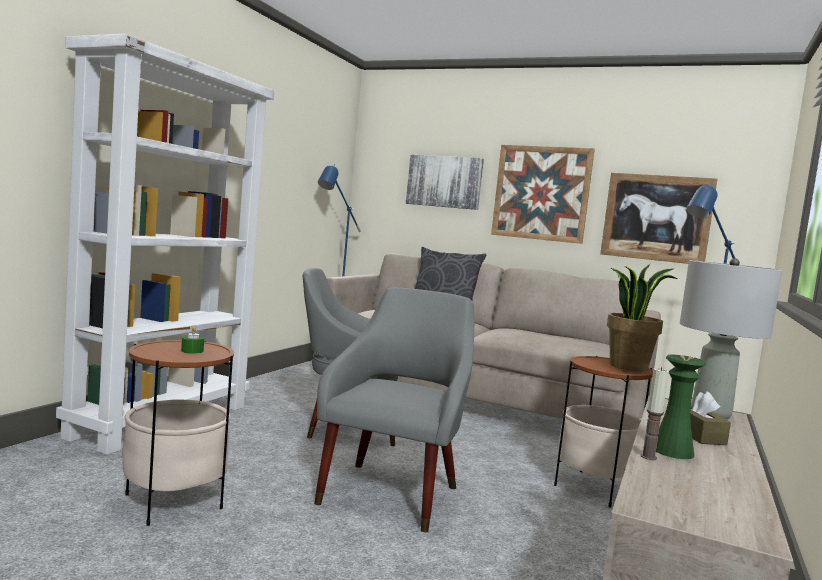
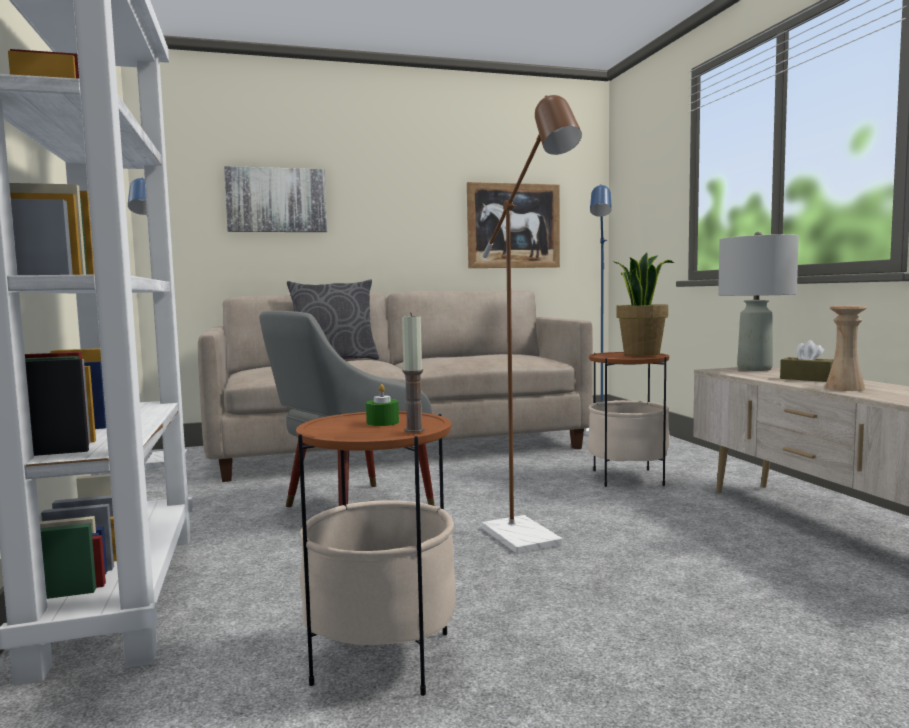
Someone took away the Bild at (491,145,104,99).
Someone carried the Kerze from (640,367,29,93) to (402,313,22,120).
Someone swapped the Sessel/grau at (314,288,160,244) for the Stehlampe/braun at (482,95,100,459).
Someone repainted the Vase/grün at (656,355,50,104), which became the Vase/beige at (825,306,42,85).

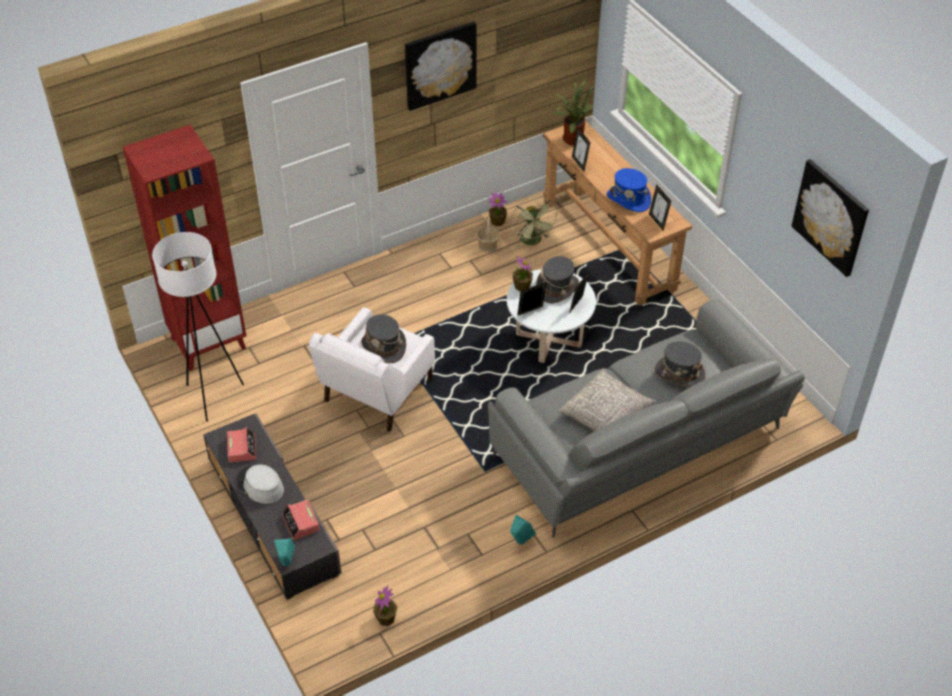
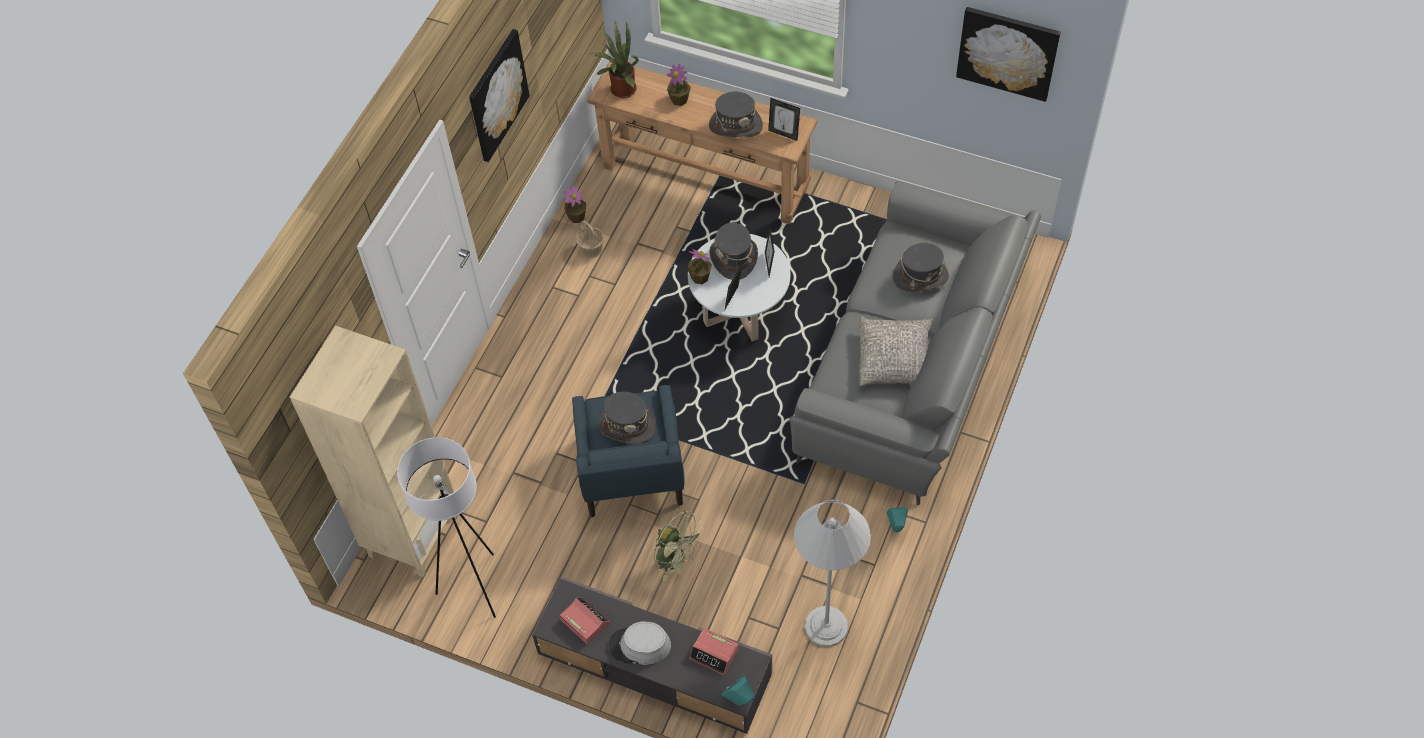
Someone took away the Bilderrahmen at (572,128,19,43).
Someone put down the Stehlampe/weiß at (794,499,77,148).
Someone carried the Topfpflanze from (373,586,25,40) to (667,64,24,42).
Someone carried the Ventilator/grün from (511,197,47,51) to (654,511,51,70).
Someone repainted the Bücherregal/rot at (123,125,123,246), which became the Bücherregal/beige at (290,326,167,251).
Someone repainted the Sessel/weiß at (309,307,126,125), which became the Sessel/blau at (572,385,113,132).
Someone repainted the Hut/blau at (607,168,44,44), which became the Hut/grau at (709,92,54,46).

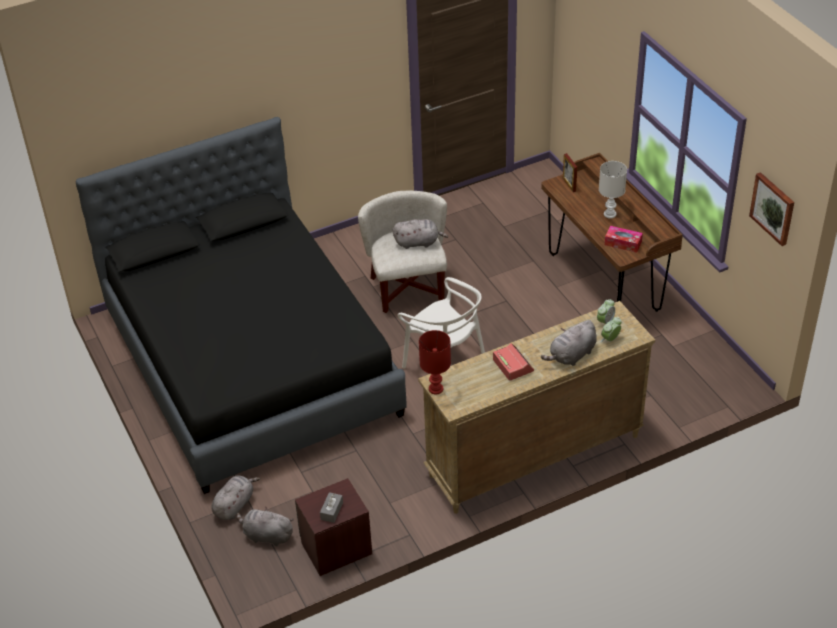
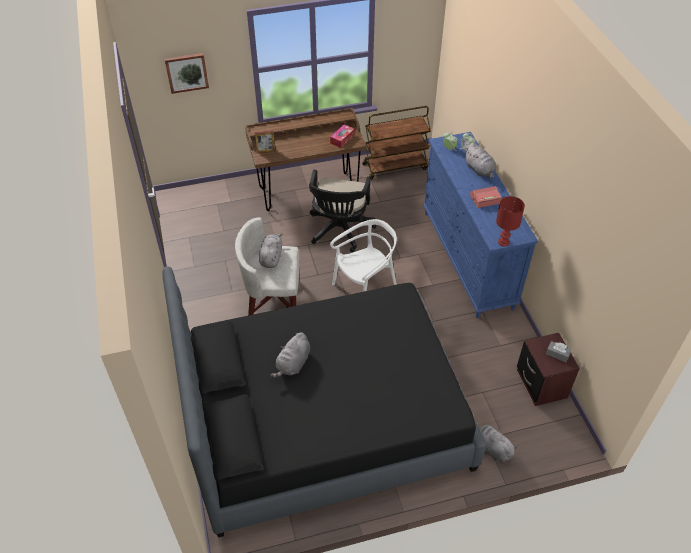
Someone took away the Tischlampe/weiß at (599,161,28,58).
Someone put down the Bürostuhl/schwarz at (309,170,67,82).
Someone put down the Rollwagen/braun at (362,106,69,74).
Someone carried the Plüschtier/grau from (237,506,57,40) to (270,332,40,45).
Someone carried the Bild from (749,172,45,74) to (165,53,44,41).
Someone repainted the Kommode/beige at (418,301,237,213), which became the Kommode/blau at (423,132,115,186).

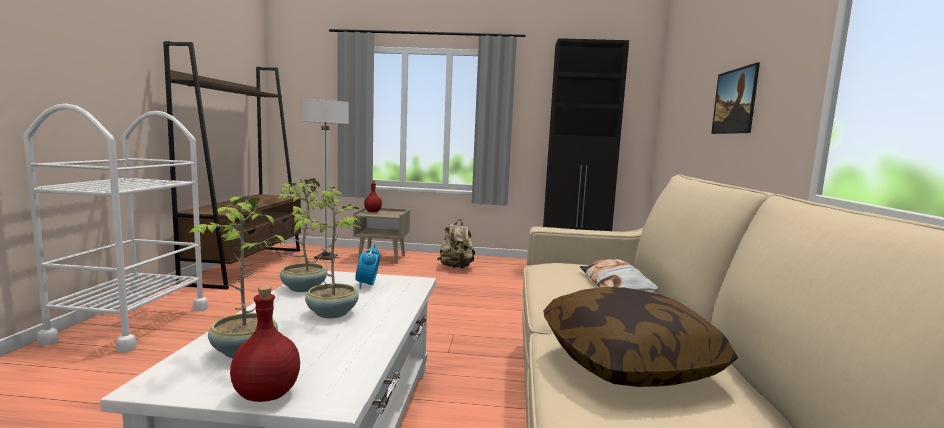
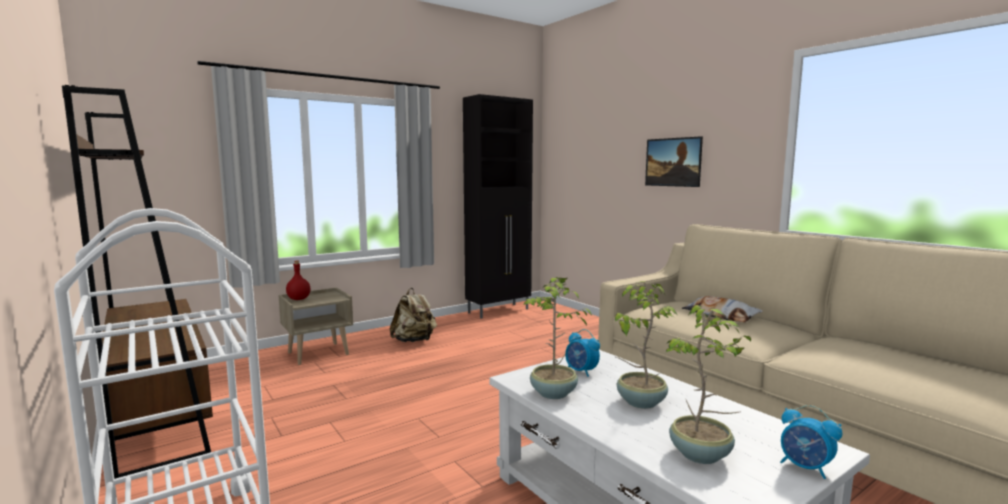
Someone took away the Stehlampe at (301,99,48,161).
Someone took away the Kissen at (544,287,194,100).
Someone swapped the Flasche/rot at (230,286,70,116) for the Wecker at (780,405,62,74).

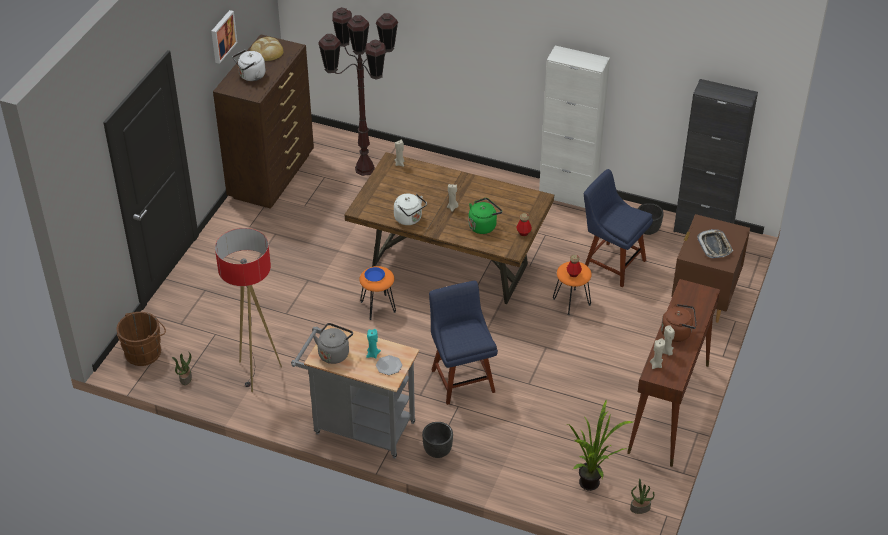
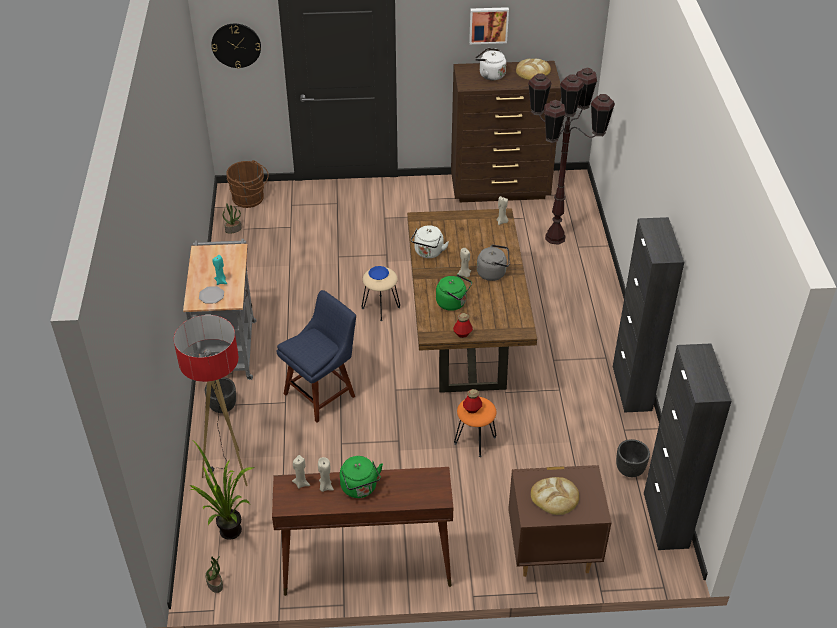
Someone took away the Stuhl/blau at (584,169,69,118).
Someone put up the Wanduhr at (211,24,50,45).
Someone carried the Stehlampe from (215,228,67,164) to (174,315,74,172).
Someone carried the Wasserkessel/grau from (313,323,40,41) to (477,245,32,36).
Someone swapped the Tablett at (697,229,36,29) for the Brot at (531,477,48,38).
Someone repainted the Hocker/orange at (359,266,37,54), which became the Hocker/beige at (362,267,38,54).
Someone repainted the Schrank/weiß at (539,46,71,162), which became the Schrank/schwarz at (613,217,71,196).
Someone repainted the Wasserkessel/braun at (661,304,36,38), which became the Wasserkessel/grün at (340,456,43,42).

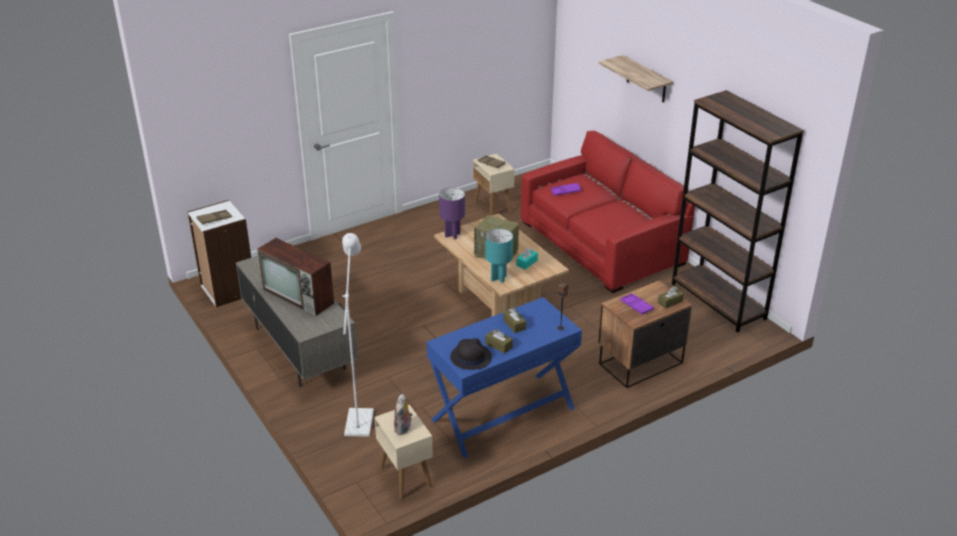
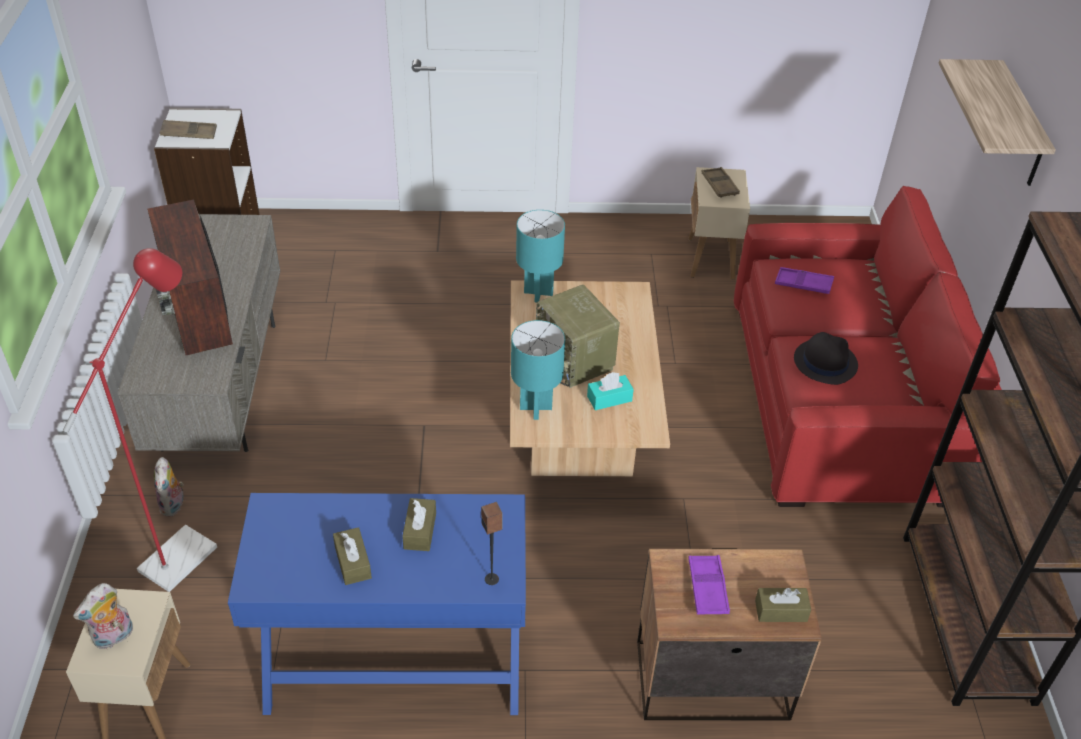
Someone put down the Plüschtier at (154,457,30,60).
Someone carried the Hut/schwarz from (450,338,42,32) to (794,332,64,53).
Someone repainted the Stehlampe/weiß at (342,233,32,204), which became the Stehlampe/rot at (63,248,154,344).
Someone repainted the Tischlampe/lila at (439,188,26,51), which became the Tischlampe/türkis at (516,210,49,92).

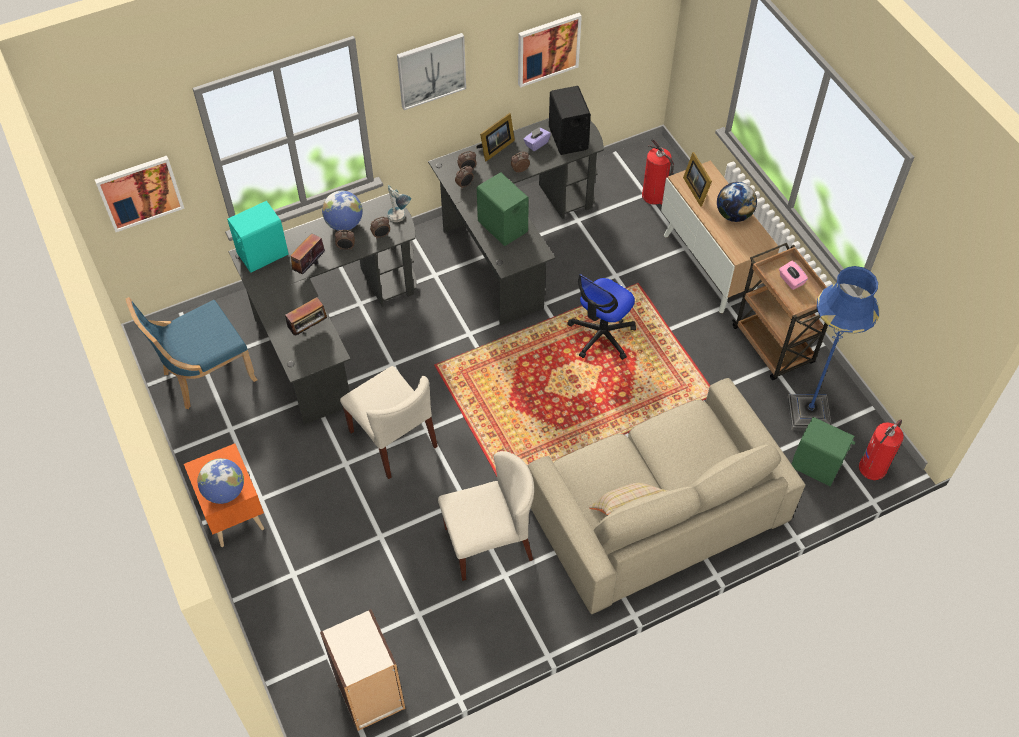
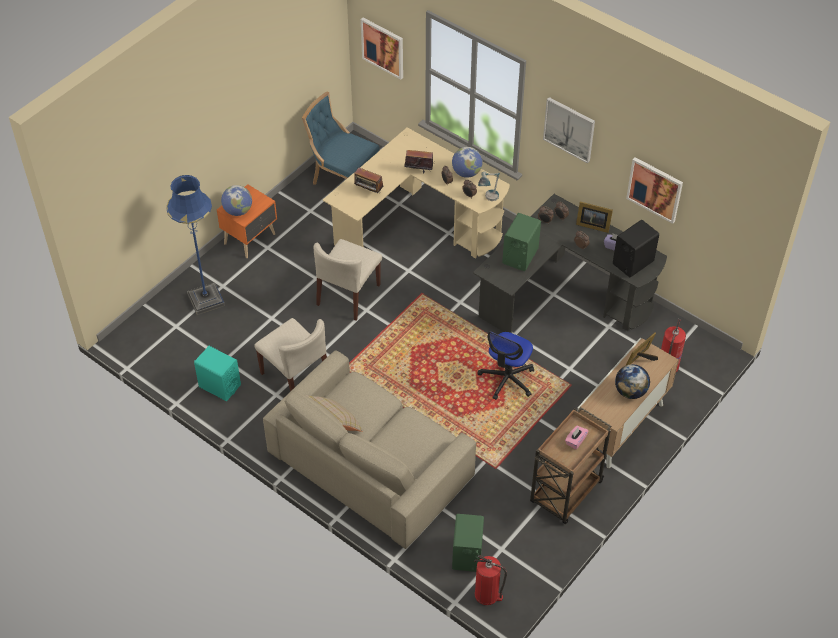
Someone took away the Bücherregal at (320,609,86,122).
Someone carried the Lautsprecher/türkis from (227,201,62,72) to (194,346,47,55).
Someone carried the Stehlampe/blau from (787,266,93,164) to (166,175,59,140).
Someone repainted the Schreibtisch/schwarz at (228,193,189,232), which became the Schreibtisch/beige at (323,127,187,131).
Someone rotated the Bürostuhl at (567,274,69,86) by 75 degrees counterclockwise.

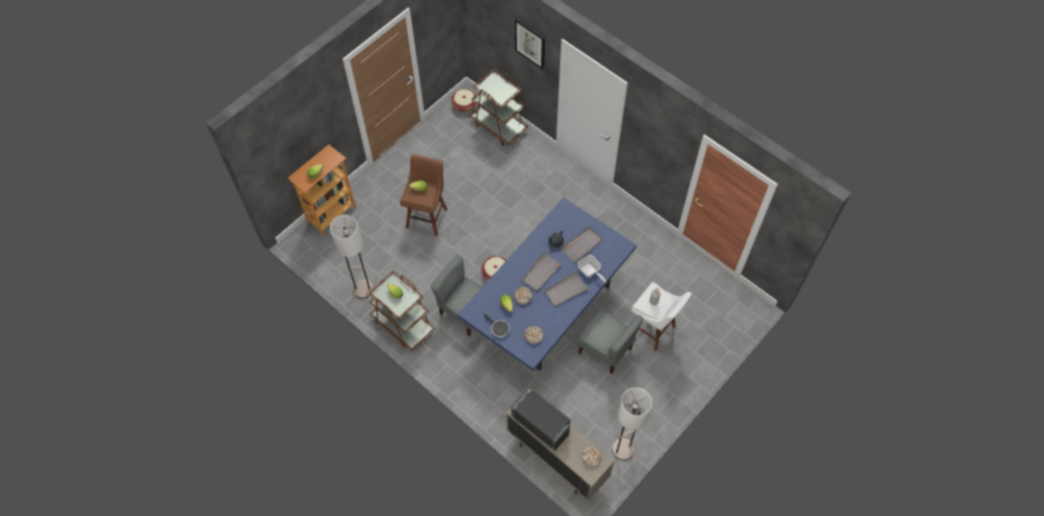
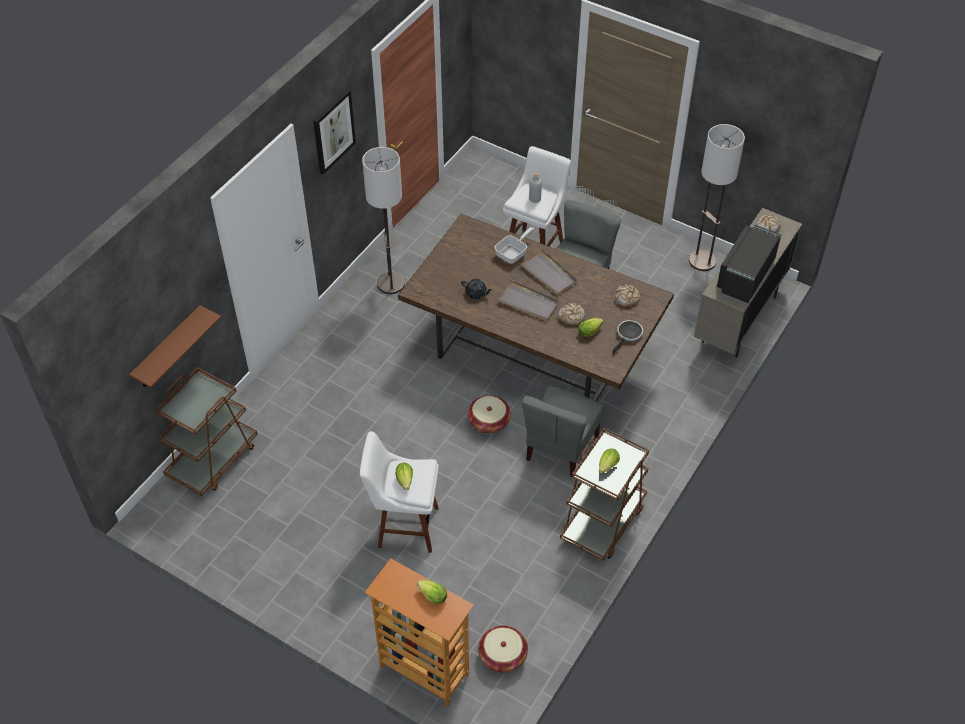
Someone took away the Tablett/grau at (561,227,42,35).
Someone put up the Wandregal/braun at (129,305,92,83).
Someone carried the Stehlampe from (330,215,43,83) to (362,147,43,147).
Someone carried the Korb from (451,89,25,23) to (478,626,50,47).
Someone carried the Bild from (515,18,30,52) to (313,89,43,86).
Someone repainted the Hocker/braun at (400,154,47,82), which became the Hocker/weiß at (360,431,79,122).
Someone repainted the Esstisch/blau at (458,198,179,173), which became the Esstisch/braun at (398,214,276,188).

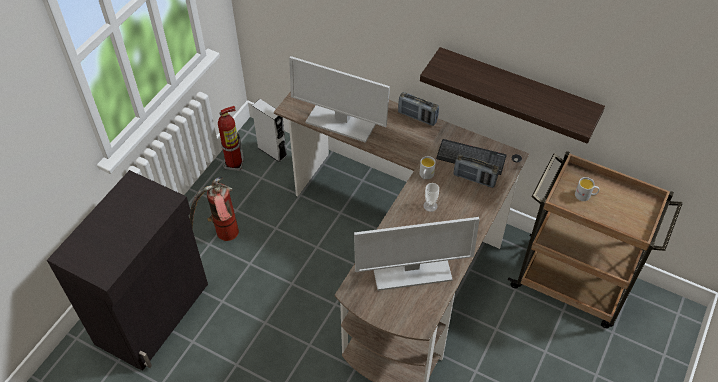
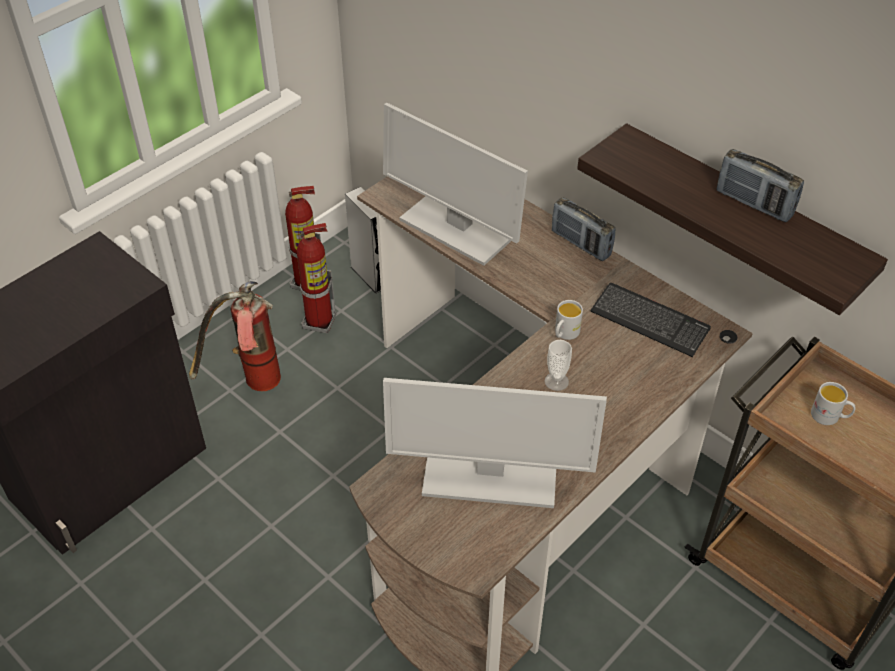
Someone put down the Feuerlöscher at (297,223,39,110).
Someone carried the Radio from (454,154,45,34) to (717,149,87,73).

